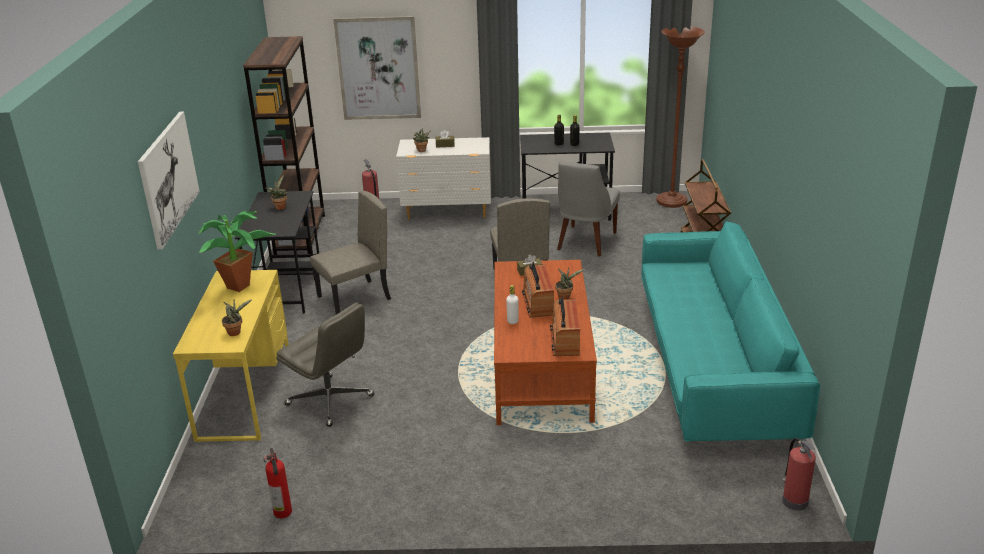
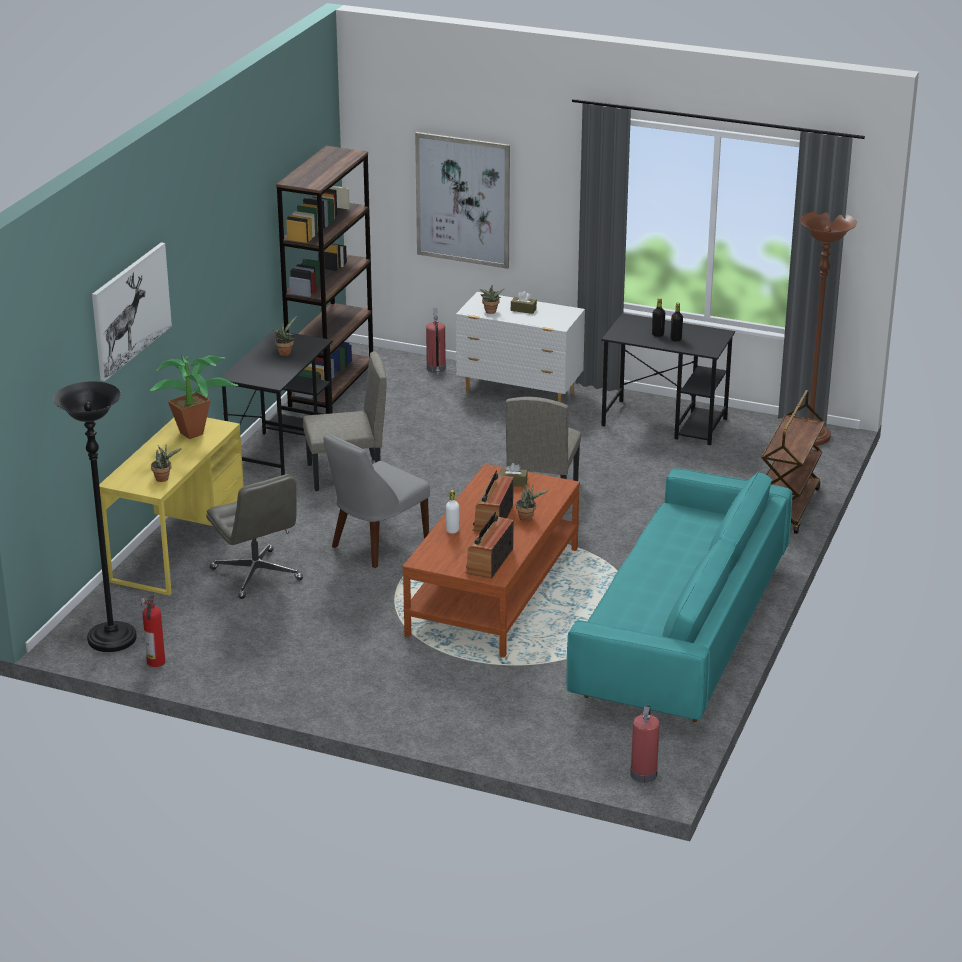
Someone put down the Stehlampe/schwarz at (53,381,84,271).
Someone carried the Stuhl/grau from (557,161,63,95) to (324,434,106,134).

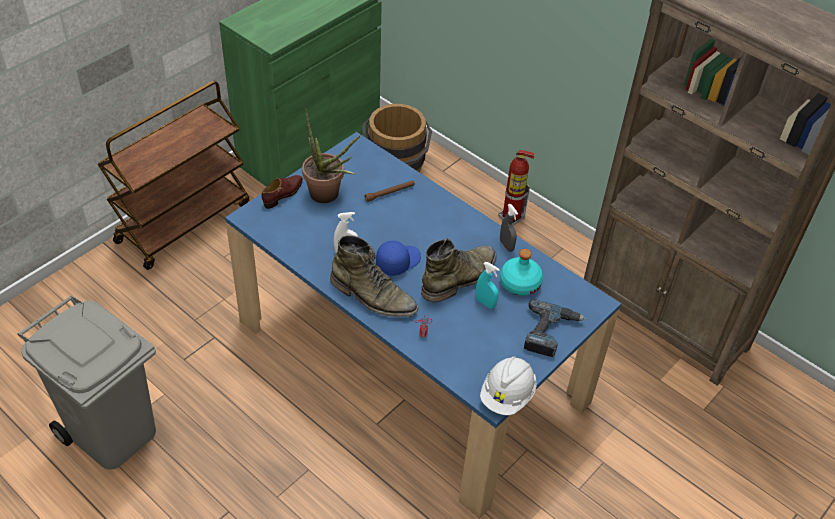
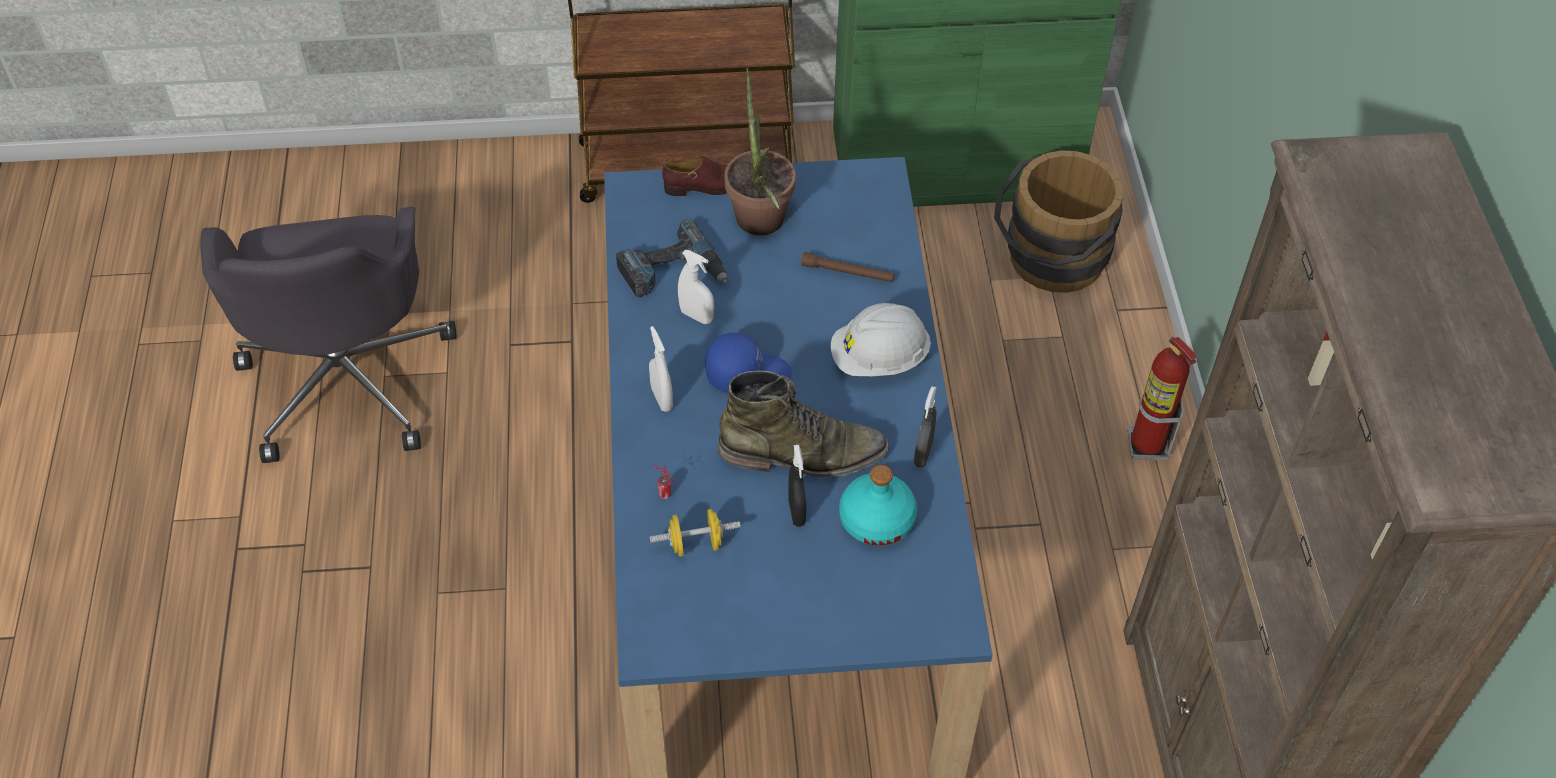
Someone put down the Hantel/gelb at (649,509,92,48).
Someone carried the Schutzhelm/weiß from (480,356,57,59) to (831,303,100,73).
Someone carried the Bohrmaschine from (524,299,62,58) to (616,219,112,79).
Someone swapped the Mülleimer/grau at (18,295,138,175) for the Bürostuhl/grau at (200,207,257,256).
Someone swapped the Stiefel/grün at (330,235,88,82) for the Sprühflasche/weiß at (649,326,24,86).
Someone repainted the Sprühflasche/türkis at (476,262,24,46), which became the Sprühflasche/schwarz at (788,445,18,82).

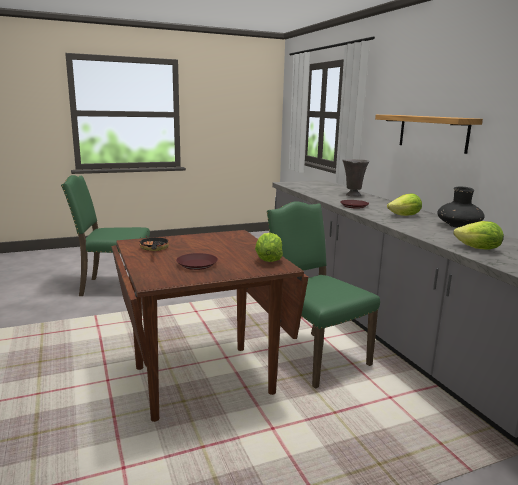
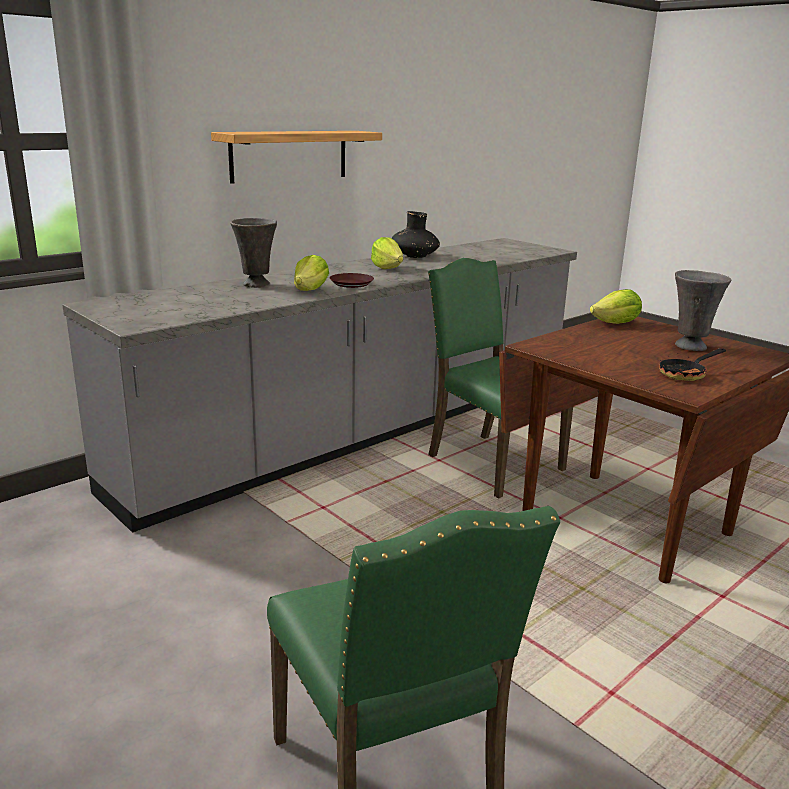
Someone carried the Salatkopf from (454,221,50,29) to (294,255,35,36).
Someone swapped the Teller/braun at (176,253,42,17) for the Vase/grau at (675,270,56,81).
Someone rotated the Stuhl/grün at (267,201,113,188) by 105 degrees clockwise.

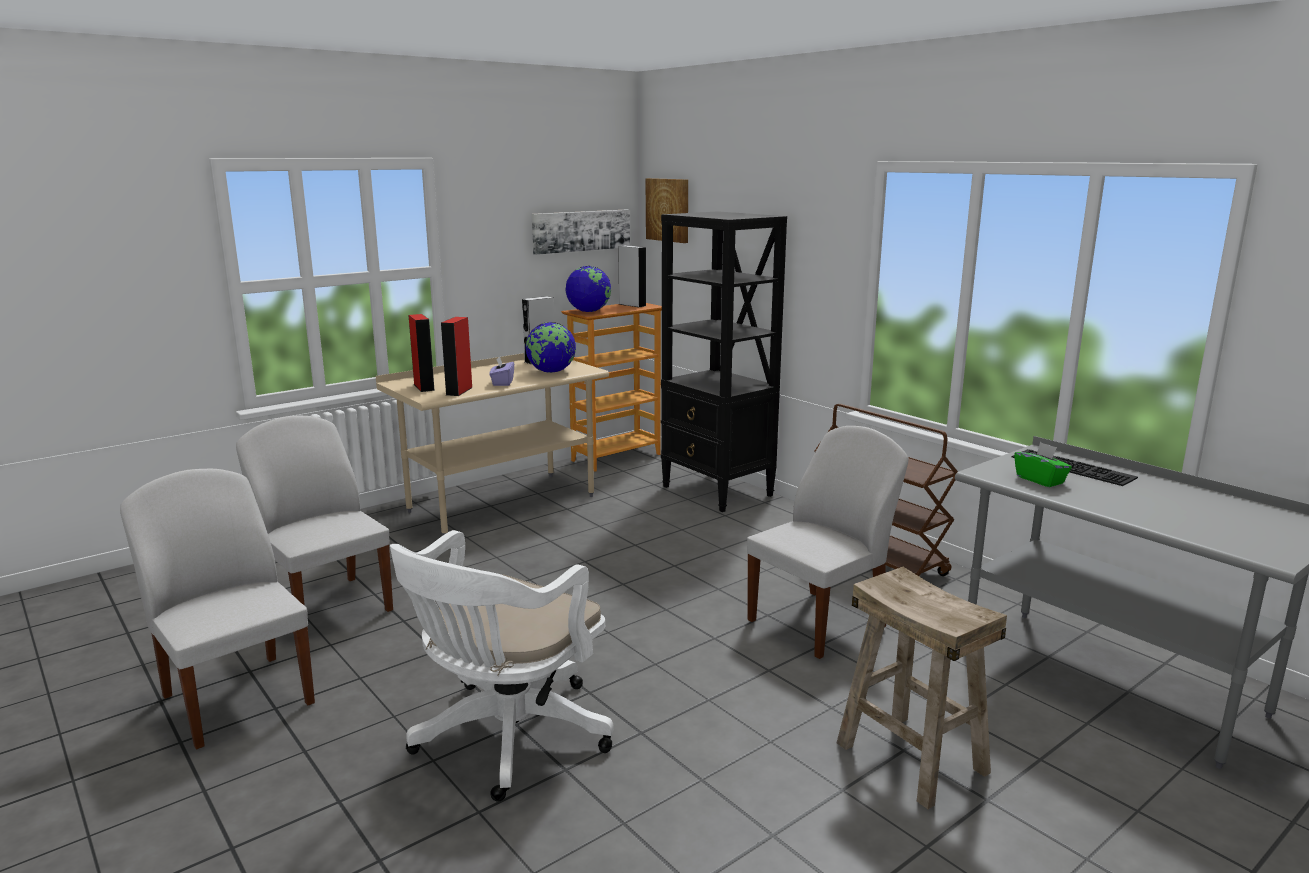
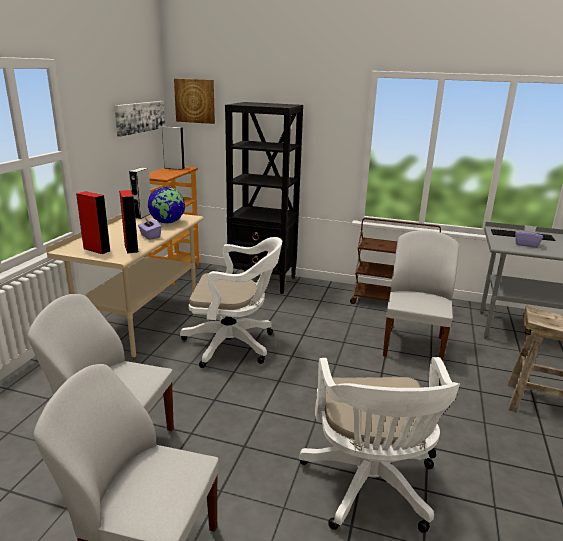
Someone took away the Globus at (565,266,46,46).
Someone put down the Bürostuhl/weiß at (180,237,102,131).
Someone repainted the Taschentuchbox/grün at (1014,442,58,45), which became the Taschentuchbox/lila at (515,225,28,23).

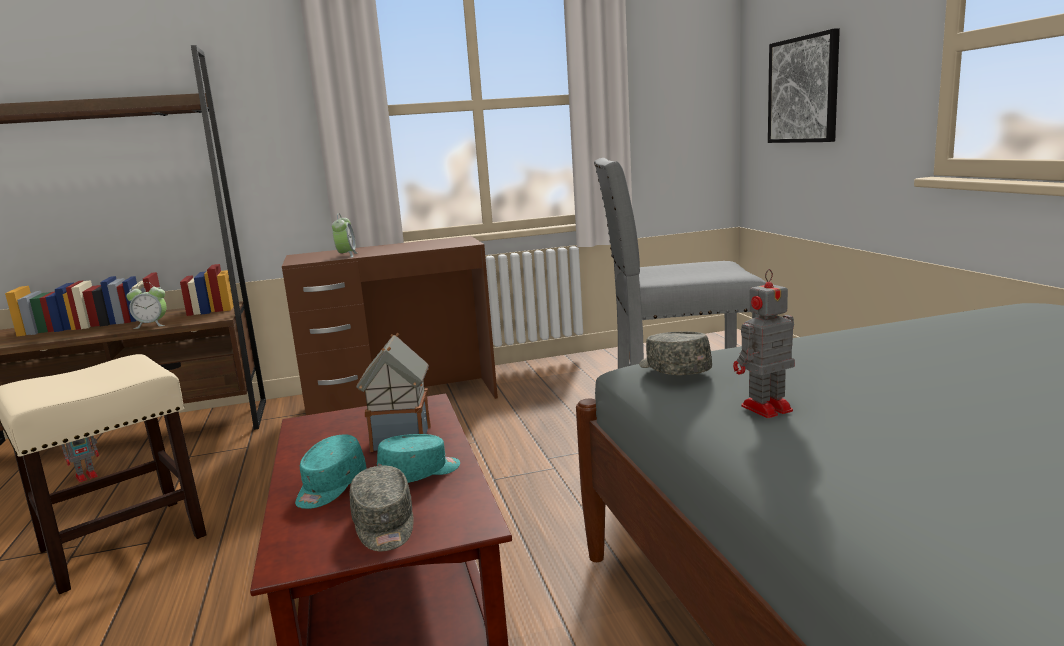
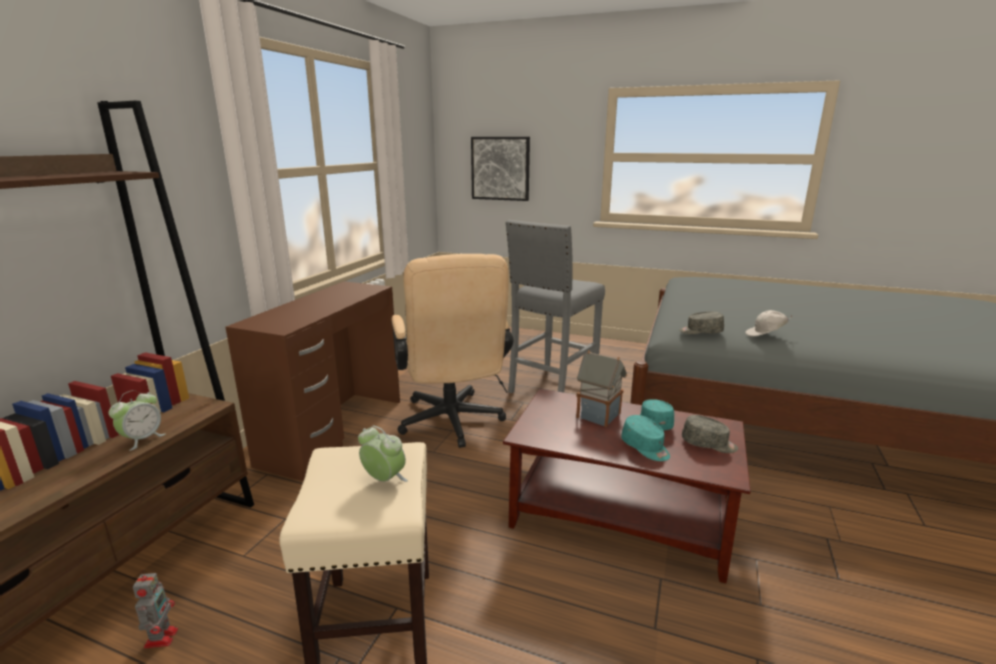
Someone put down the Bürostuhl/beige at (391,254,122,194).
Someone carried the Wecker from (332,213,25,45) to (358,425,50,57).
Someone swapped the Spielzeugroboter at (733,269,62,149) for the Kappe/weiß at (745,310,48,26).

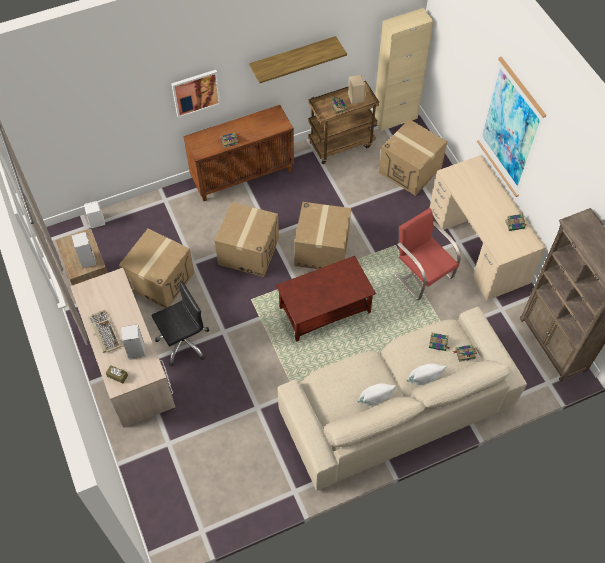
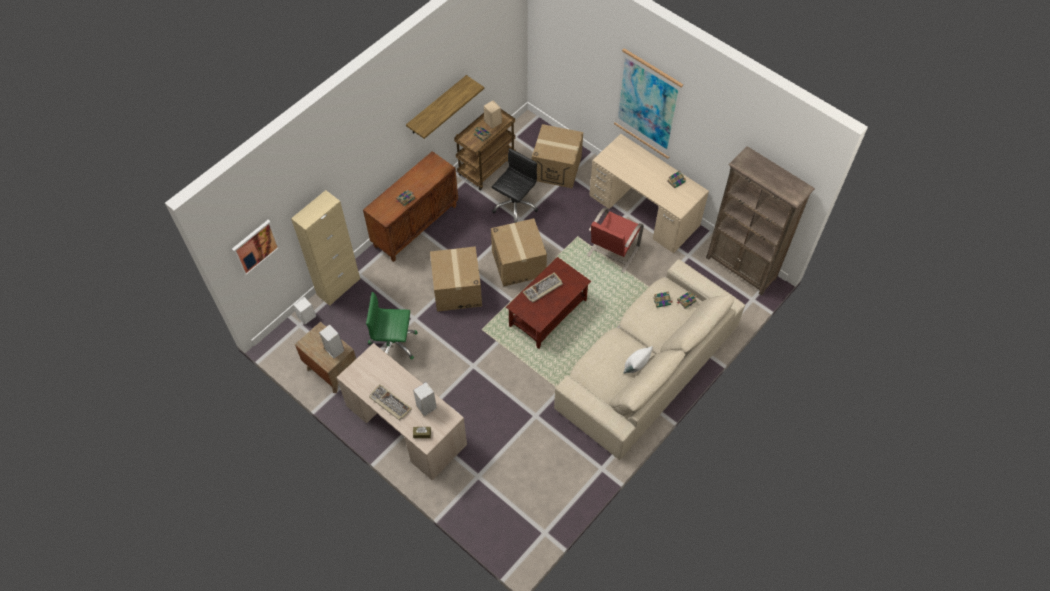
Someone took away the Kissen/weiß at (407,363,40,22).
Someone put down the Tastatur at (523,273,40,30).
Someone carried the Bürostuhl/schwarz from (152,281,58,85) to (492,148,46,75).
Someone carried the Bild from (171,70,50,48) to (232,220,48,57).
Someone carried the Schrank/beige from (375,8,58,123) to (291,190,69,116).
Someone swapped the Karton at (119,228,76,80) for the Bürostuhl/grün at (366,292,52,68).
Someone rotated the Stuhl/rot at (393,208,68,92) by 90 degrees counterclockwise.

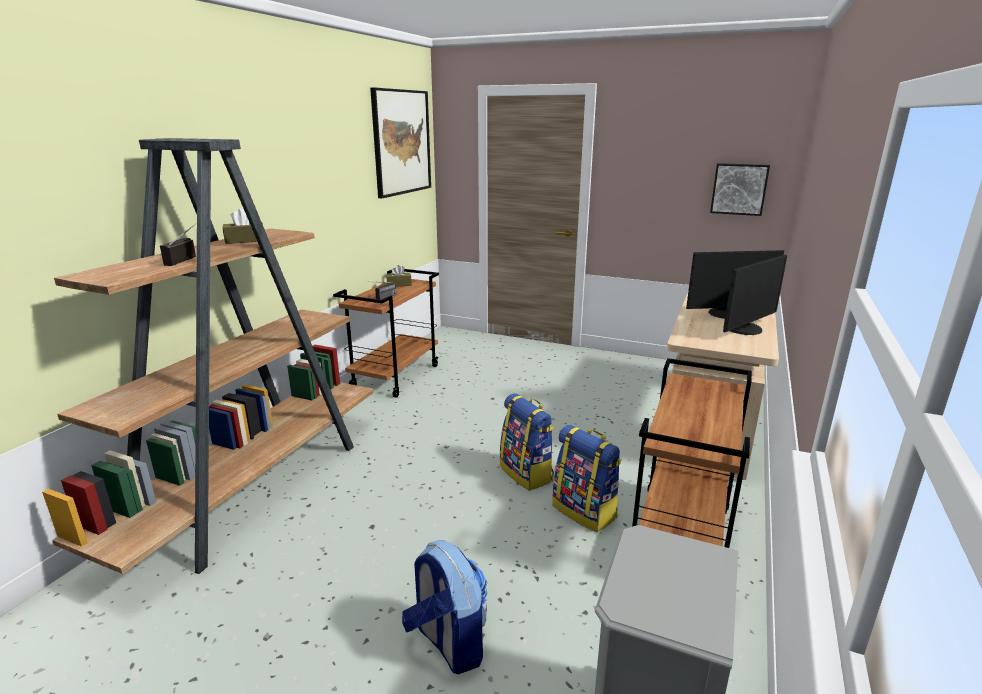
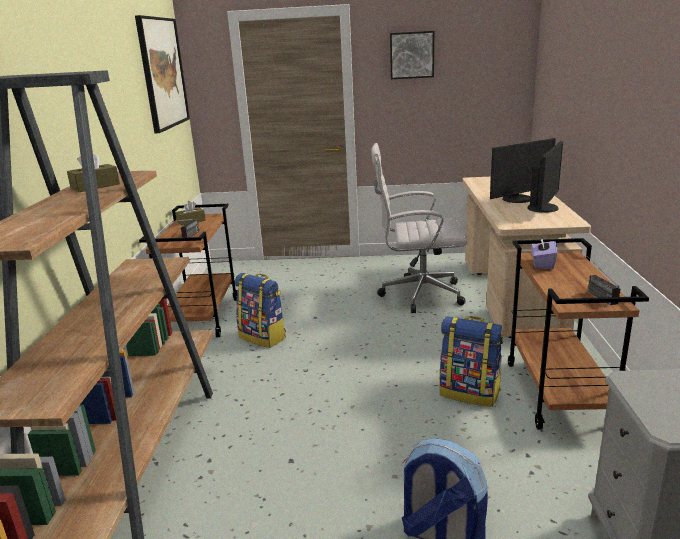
Someone put down the Bürostuhl/weiß at (371,143,96,170).
Someone put down the Taschentuchbox/lila at (532,236,25,33).
Someone carried the Radio from (160,223,37,43) to (586,255,34,50).
Someone carried the Rucksack from (500,393,54,98) to (235,273,51,75).
Someone carried the Bild from (710,163,60,53) to (390,31,44,48).

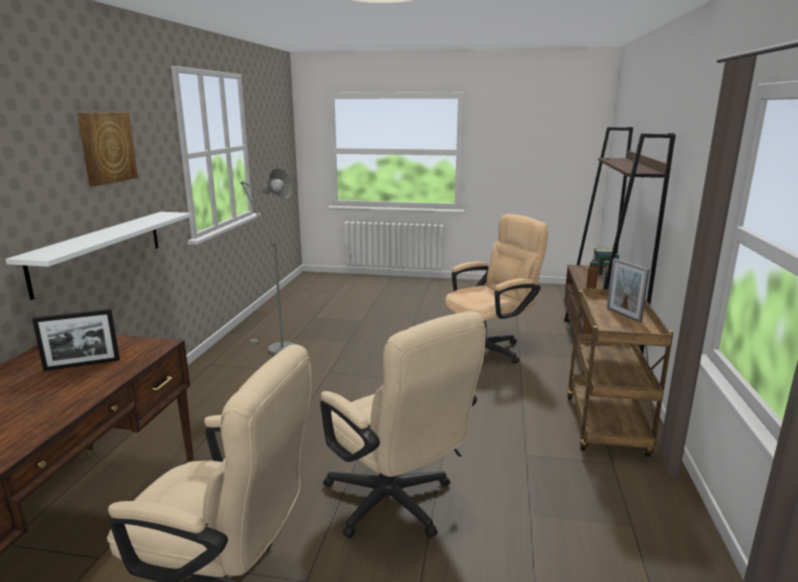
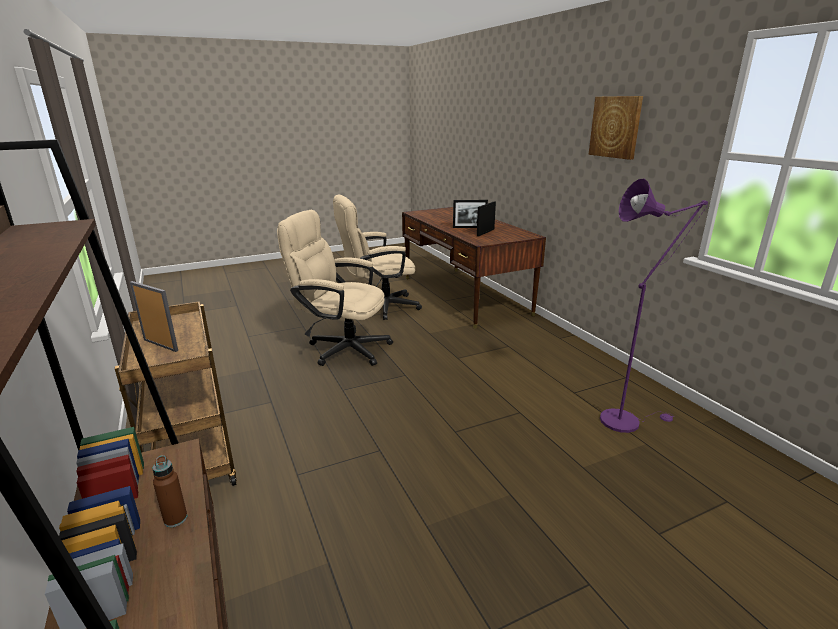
Someone took away the Wandregal/weiß at (6,212,185,88).
Someone took away the Bürostuhl/beige at (445,214,103,150).
Someone put down the Bilderrahmen at (453,200,35,28).
Someone repainted the Stehlampe/grau at (240,168,55,187), which became the Stehlampe/lila at (600,179,108,254).

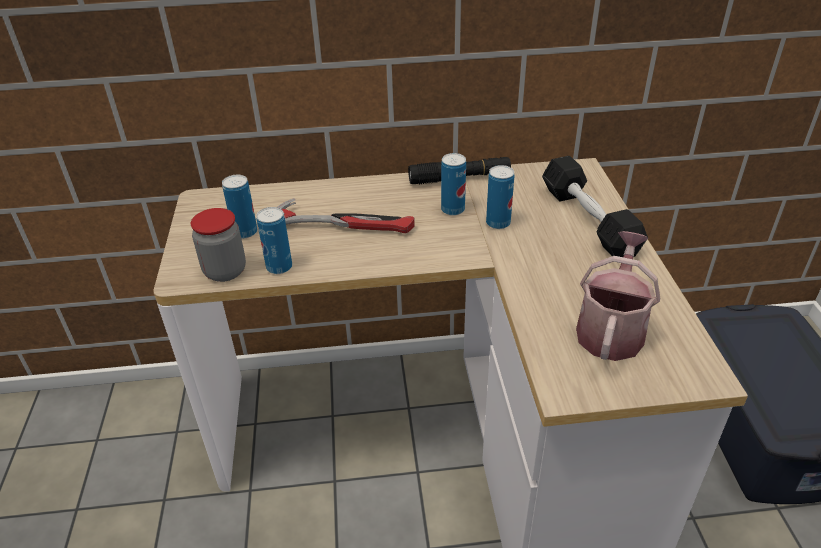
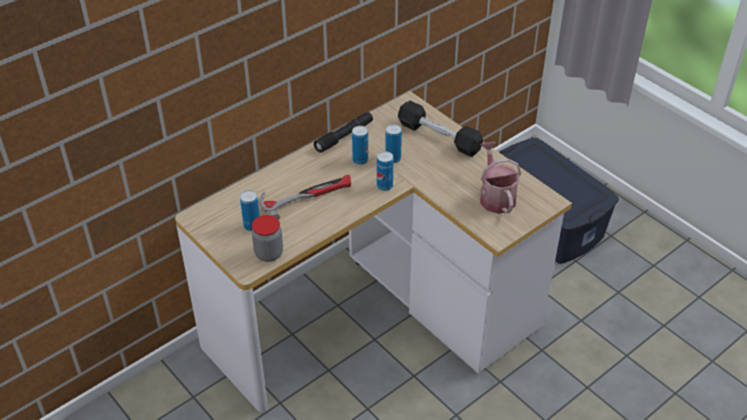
Someone carried the Dose from (256,207,36,67) to (377,151,17,40).

